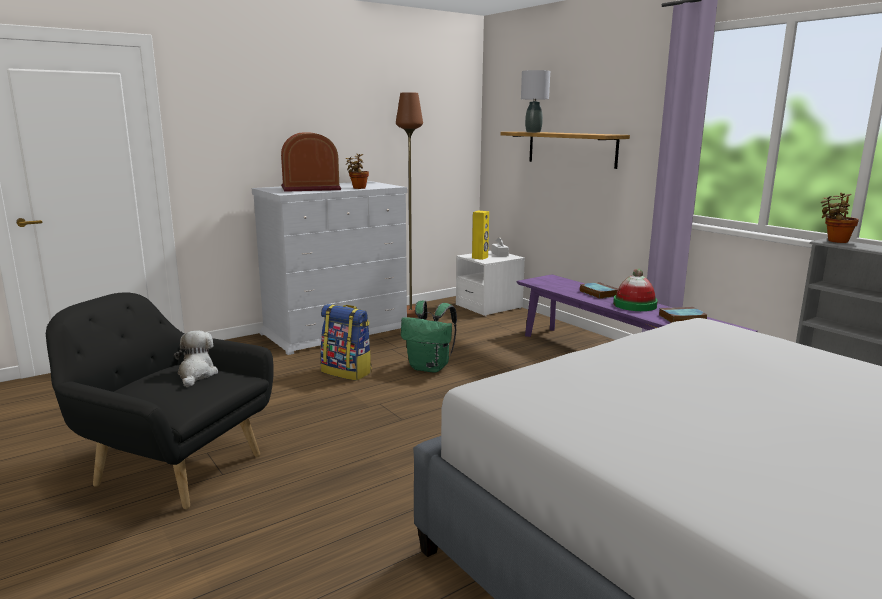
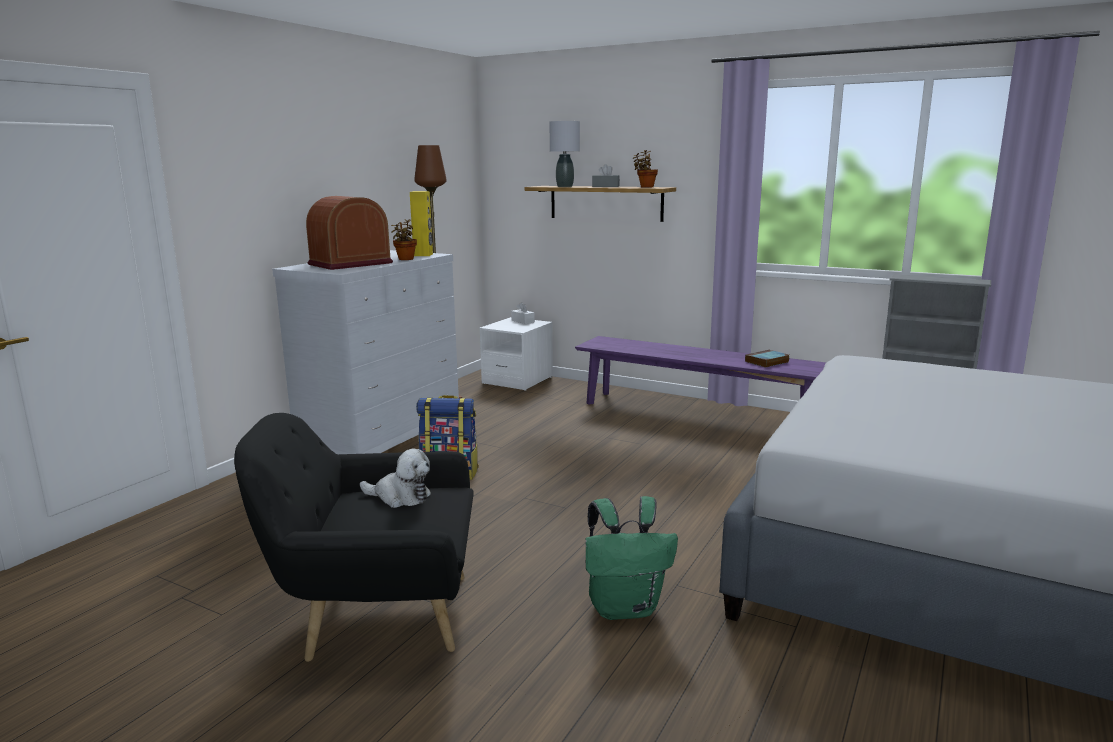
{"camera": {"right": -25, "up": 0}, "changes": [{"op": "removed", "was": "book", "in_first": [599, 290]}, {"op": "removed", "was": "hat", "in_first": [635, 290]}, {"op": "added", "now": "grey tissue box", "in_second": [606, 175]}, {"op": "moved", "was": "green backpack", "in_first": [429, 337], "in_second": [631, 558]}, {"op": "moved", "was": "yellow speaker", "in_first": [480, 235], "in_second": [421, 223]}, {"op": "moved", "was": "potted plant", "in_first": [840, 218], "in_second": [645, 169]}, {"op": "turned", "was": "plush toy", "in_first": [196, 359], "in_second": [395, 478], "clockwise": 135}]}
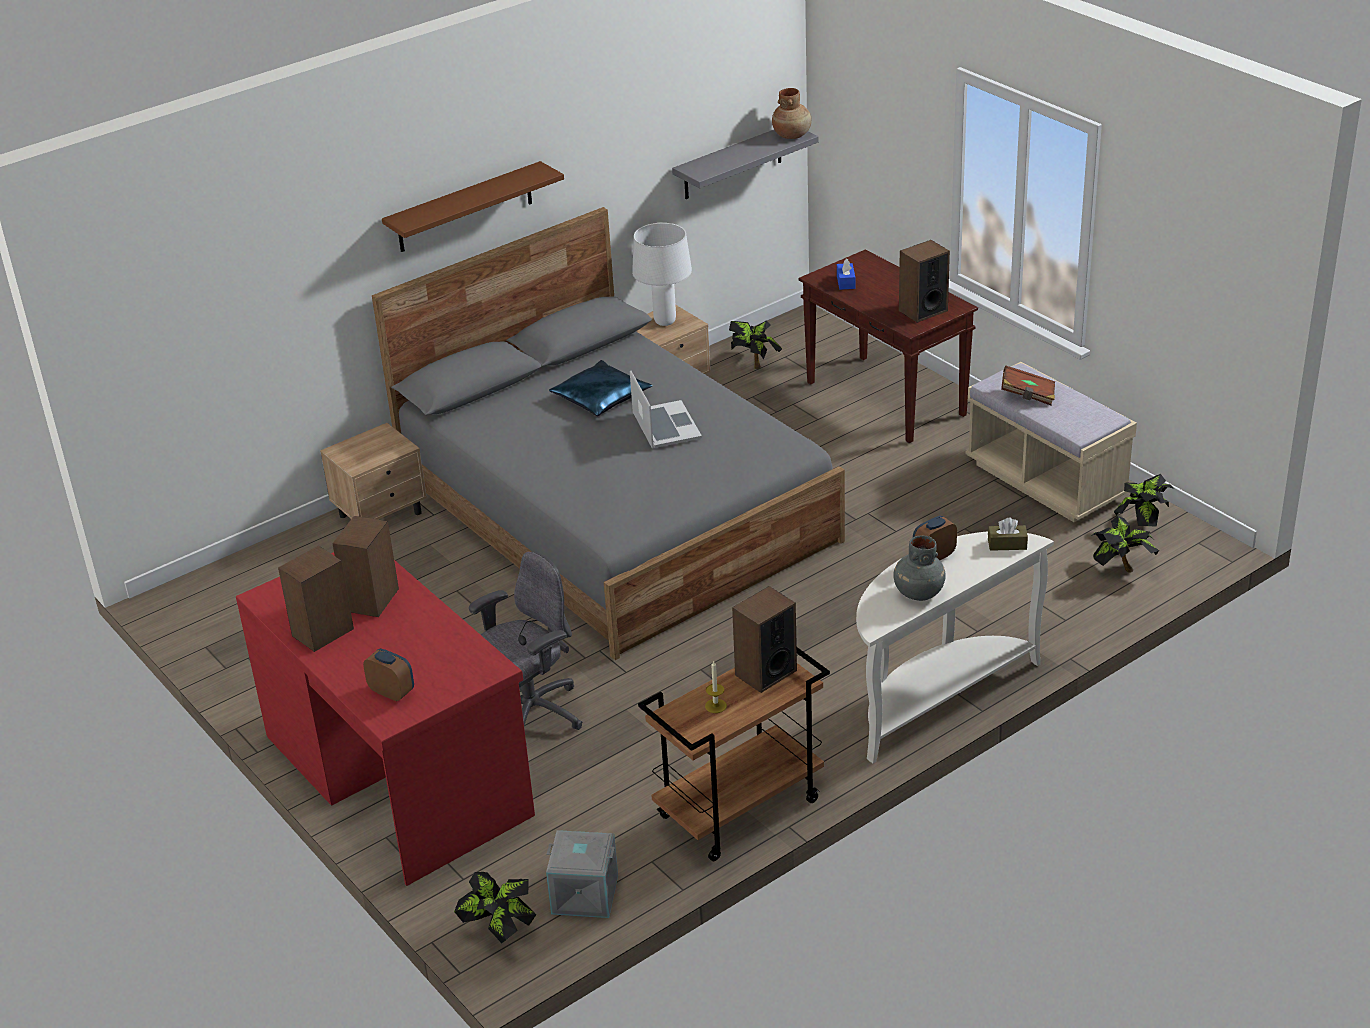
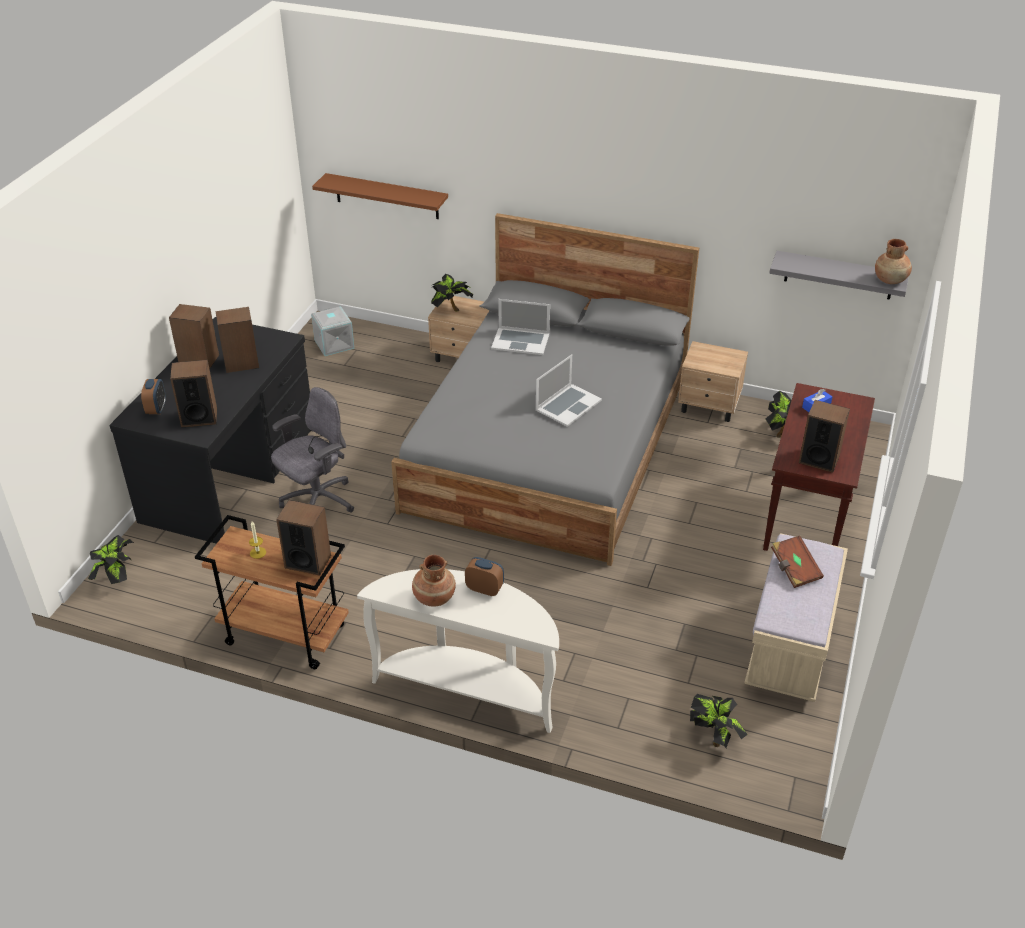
{"camera": {"right": 55, "up": 5}, "changes": [{"op": "removed", "was": "blue pillow", "in_first": [600, 388]}, {"op": "removed", "was": "white table lamp", "in_first": [662, 274]}, {"op": "removed", "was": "brown tissue box", "in_first": [1008, 534]}, {"op": "added", "now": "speaker", "in_second": [193, 394]}, {"op": "added", "now": "laptop", "in_second": [520, 327]}, {"op": "moved", "was": "brown shelf", "in_first": [473, 206], "in_second": [380, 196]}, {"op": "moved", "was": "grey storage box", "in_first": [582, 874], "in_second": [332, 331]}, {"op": "moved", "was": "potted plant", "in_first": [1144, 500], "in_second": [452, 293]}, {"op": "recoloured", "was": "red desk", "now": "black desk", "in_first": [385, 719], "in_second": [210, 430]}, {"op": "recoloured", "was": "grey vase", "now": "brown vase", "in_first": [919, 568], "in_second": [434, 581]}, {"op": "turned", "was": "grey office chair", "in_first": [526, 648], "in_second": [312, 450], "clockwise": -60}]}
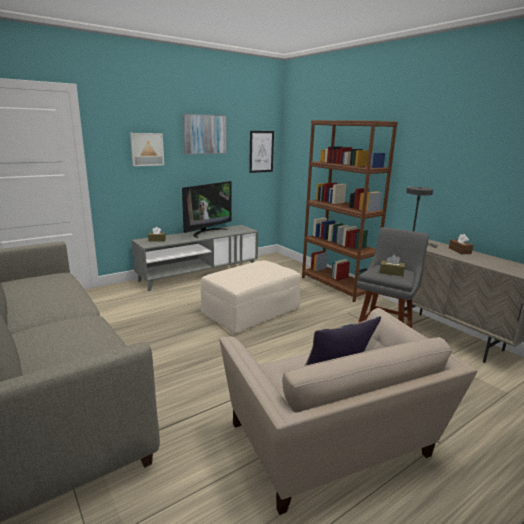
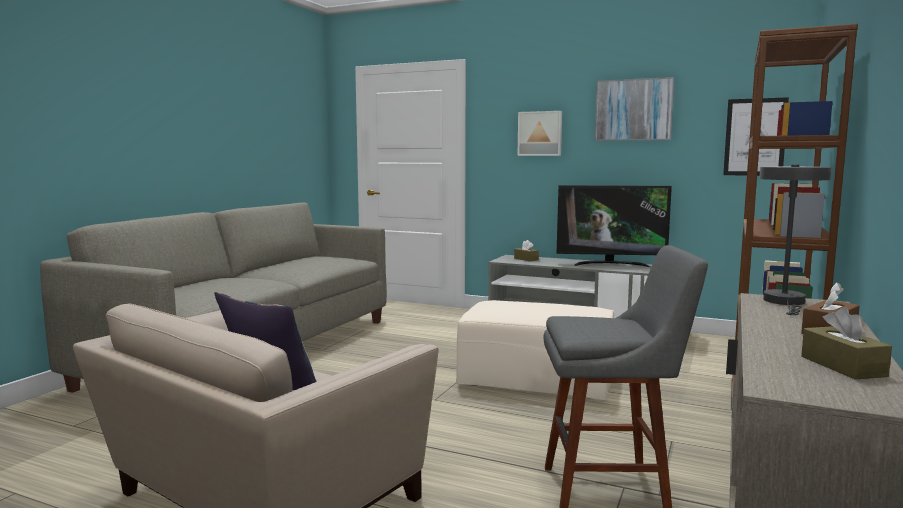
{"camera": {"right": 60, "up": -10}, "changes": [{"op": "moved", "was": "brown tissue box", "in_first": [392, 265], "in_second": [846, 343]}]}
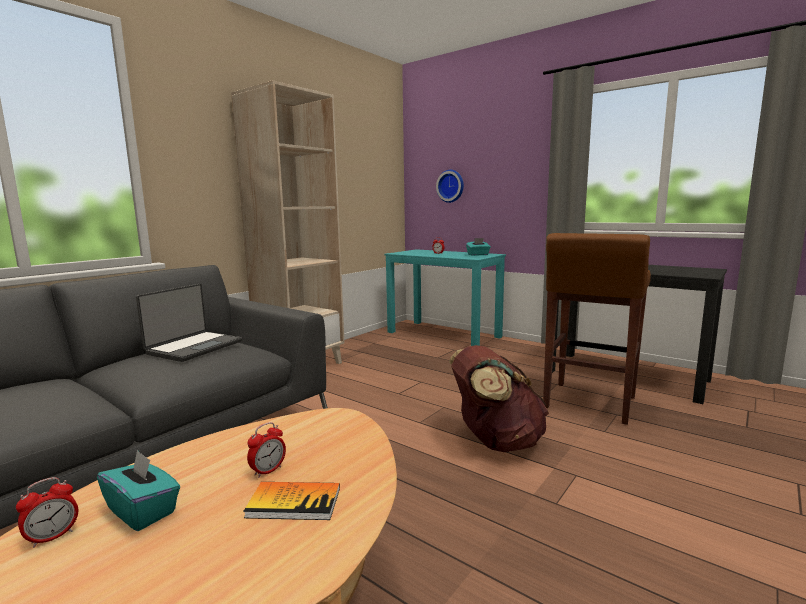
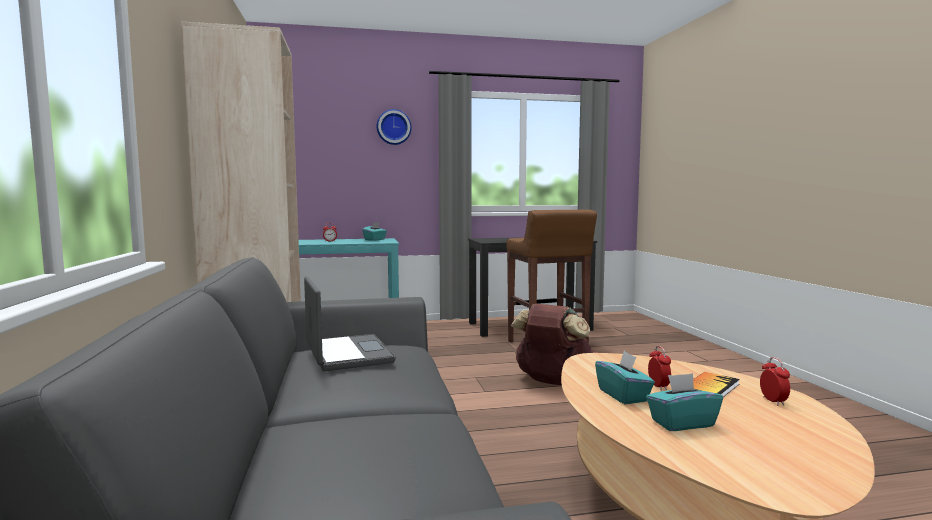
{"camera": {"right": -50, "up": -5}, "changes": [{"op": "added", "now": "turquoise tissue box", "in_second": [625, 377]}, {"op": "moved", "was": "alarm clock", "in_first": [47, 512], "in_second": [775, 381]}, {"op": "moved", "was": "wall clock", "in_first": [450, 186], "in_second": [394, 127]}]}
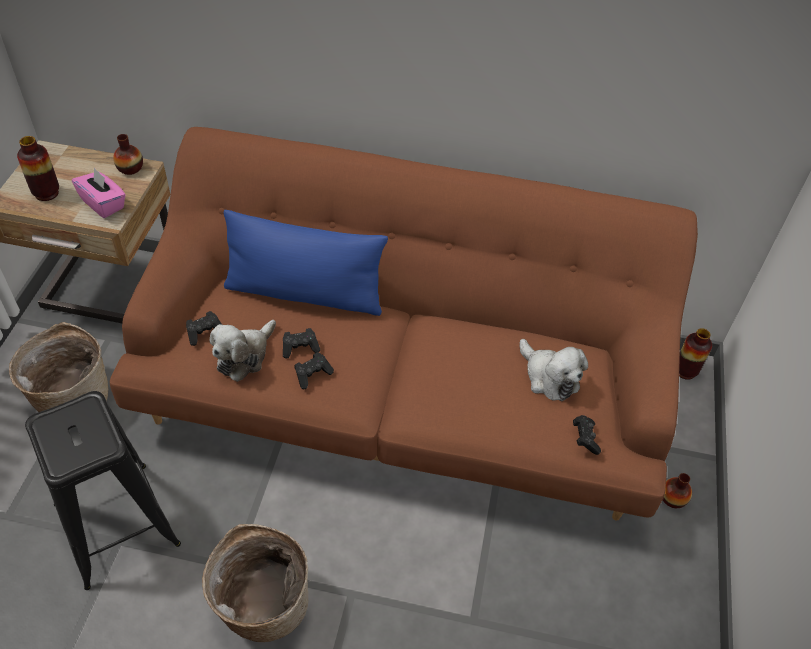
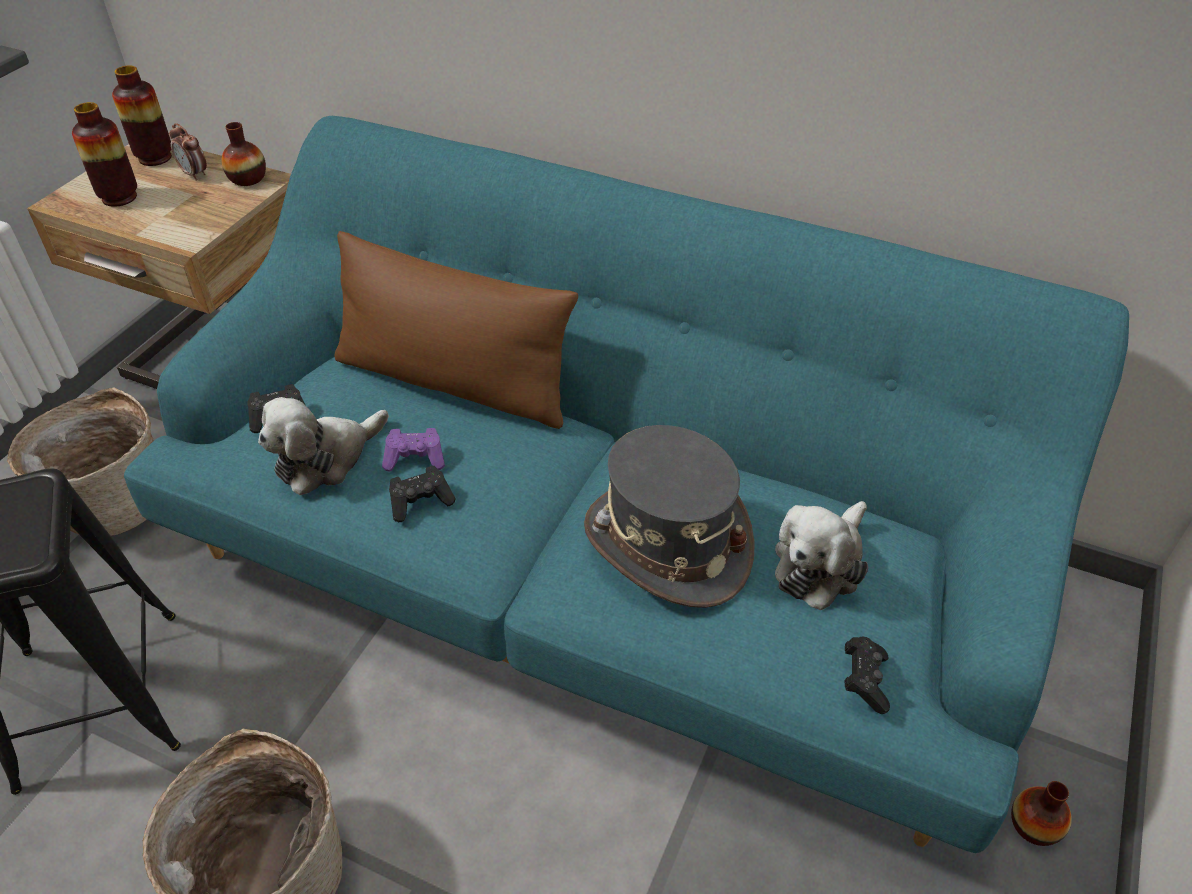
{"camera": {"right": 15, "up": -5}, "changes": [{"op": "removed", "was": "pink tissue box", "in_first": [99, 193]}, {"op": "added", "now": "alarm clock", "in_second": [188, 152]}, {"op": "added", "now": "grey hat", "in_second": [669, 516]}, {"op": "moved", "was": "vase", "in_first": [695, 354], "in_second": [142, 115]}, {"op": "recoloured", "was": "brown sofa", "now": "turquoise sofa", "in_first": [404, 324], "in_second": [626, 484]}, {"op": "recoloured", "was": "blue pillow", "now": "brown pillow", "in_first": [305, 263], "in_second": [456, 330]}, {"op": "recoloured", "was": "black game controller", "now": "purple game controller", "in_first": [301, 343], "in_second": [413, 449]}, {"op": "turned", "was": "plush toy", "in_first": [554, 370], "in_second": [821, 555], "clockwise": 60}]}
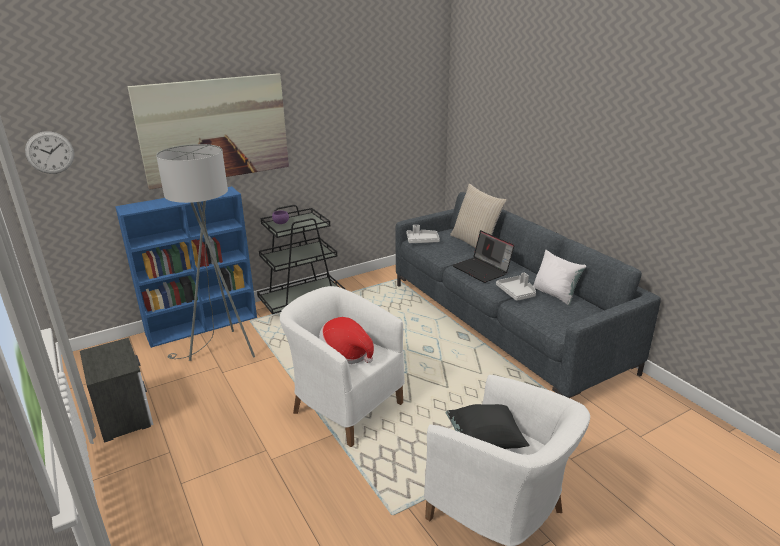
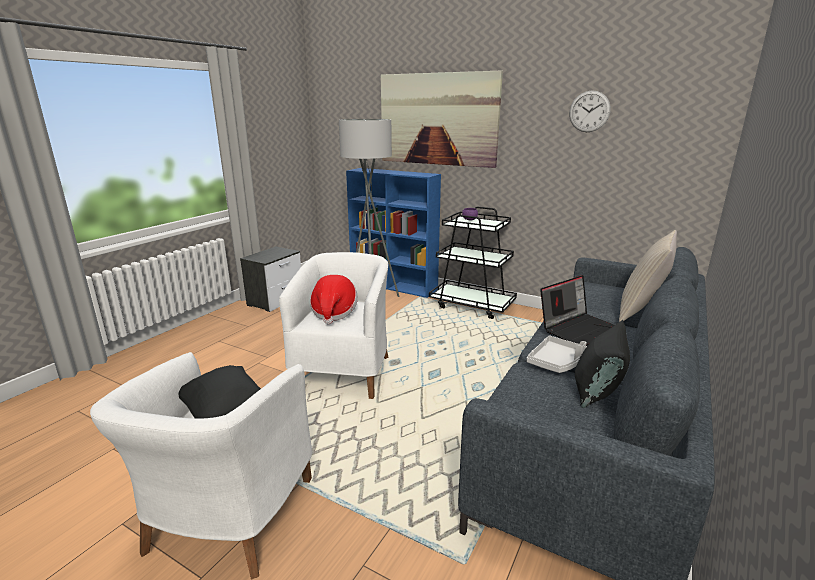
{"camera": {"right": 60, "up": -5}, "changes": [{"op": "removed", "was": "grey tray", "in_first": [423, 234]}, {"op": "moved", "was": "wall clock", "in_first": [49, 152], "in_second": [590, 111]}, {"op": "recoloured", "was": "white pillow", "now": "black pillow", "in_first": [559, 277], "in_second": [602, 364]}, {"op": "turned", "was": "laptop", "in_first": [483, 256], "in_second": [577, 310], "clockwise": -150}]}
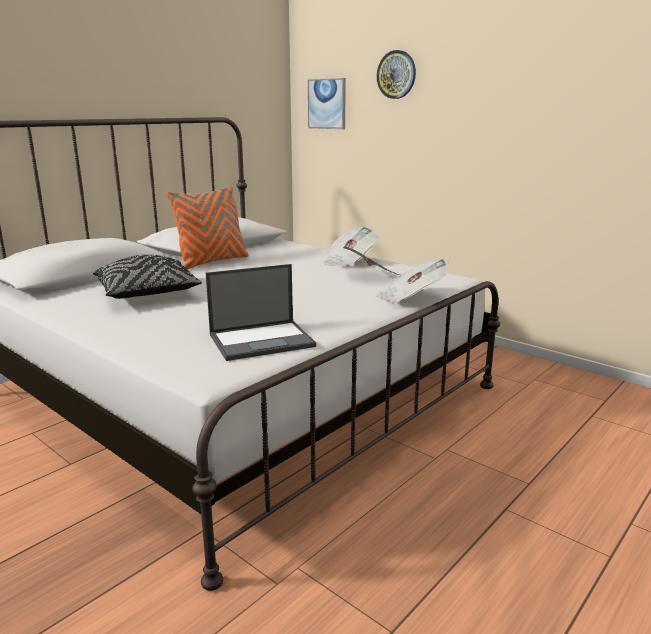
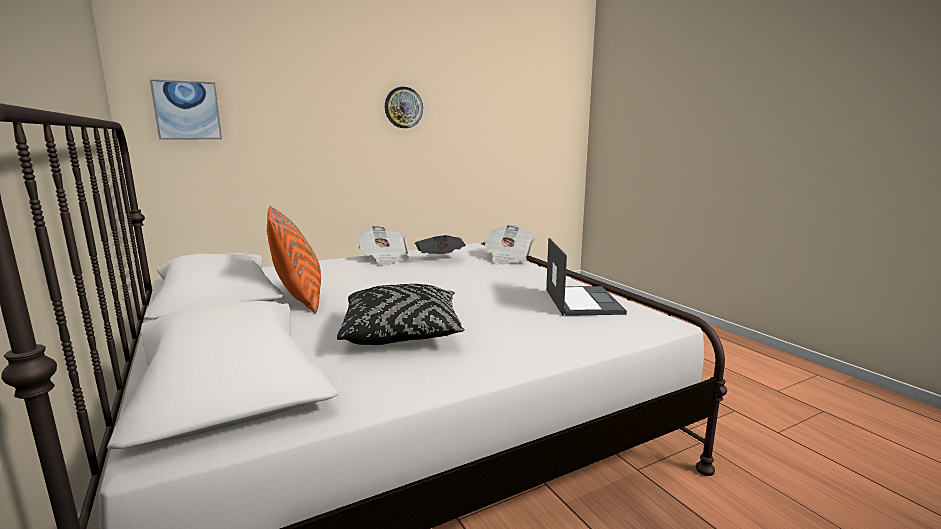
{"camera": {"right": -70, "up": -5}, "changes": [{"op": "moved", "was": "wall clock", "in_first": [396, 74], "in_second": [404, 107]}]}
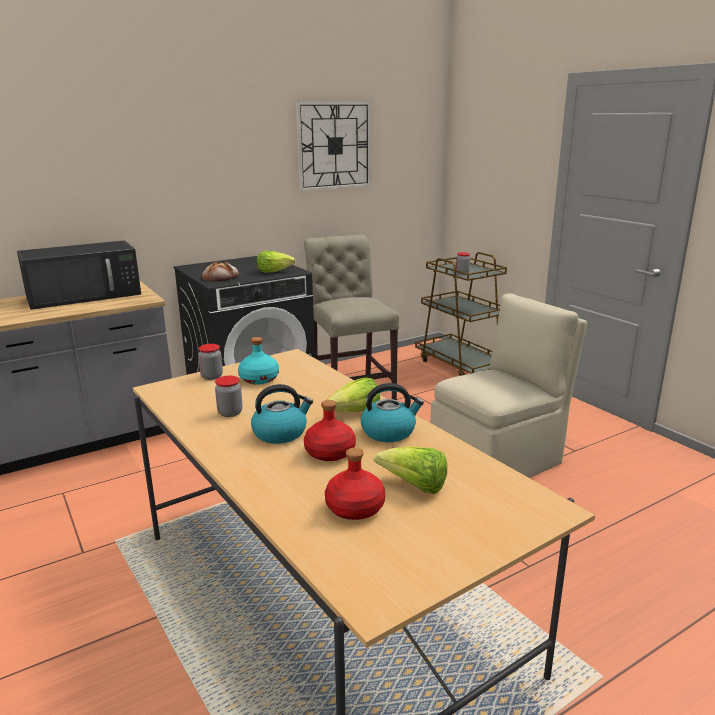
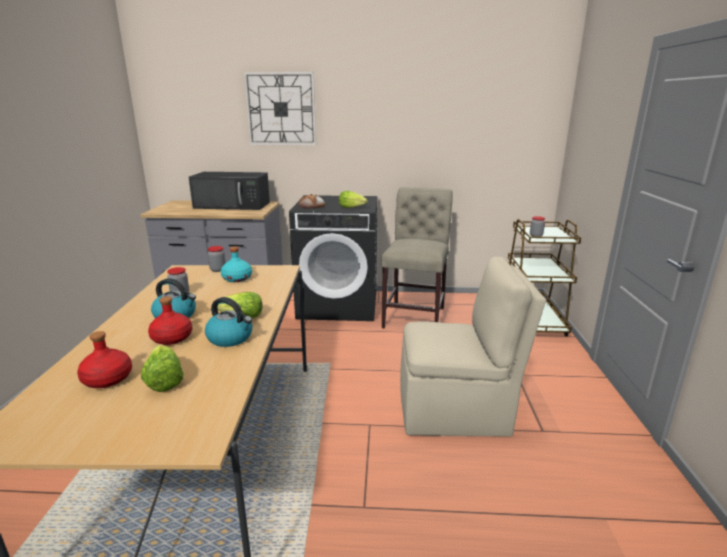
{"camera": {"right": 35, "up": 0}, "changes": [{"op": "moved", "was": "wall clock", "in_first": [333, 146], "in_second": [280, 108]}]}
